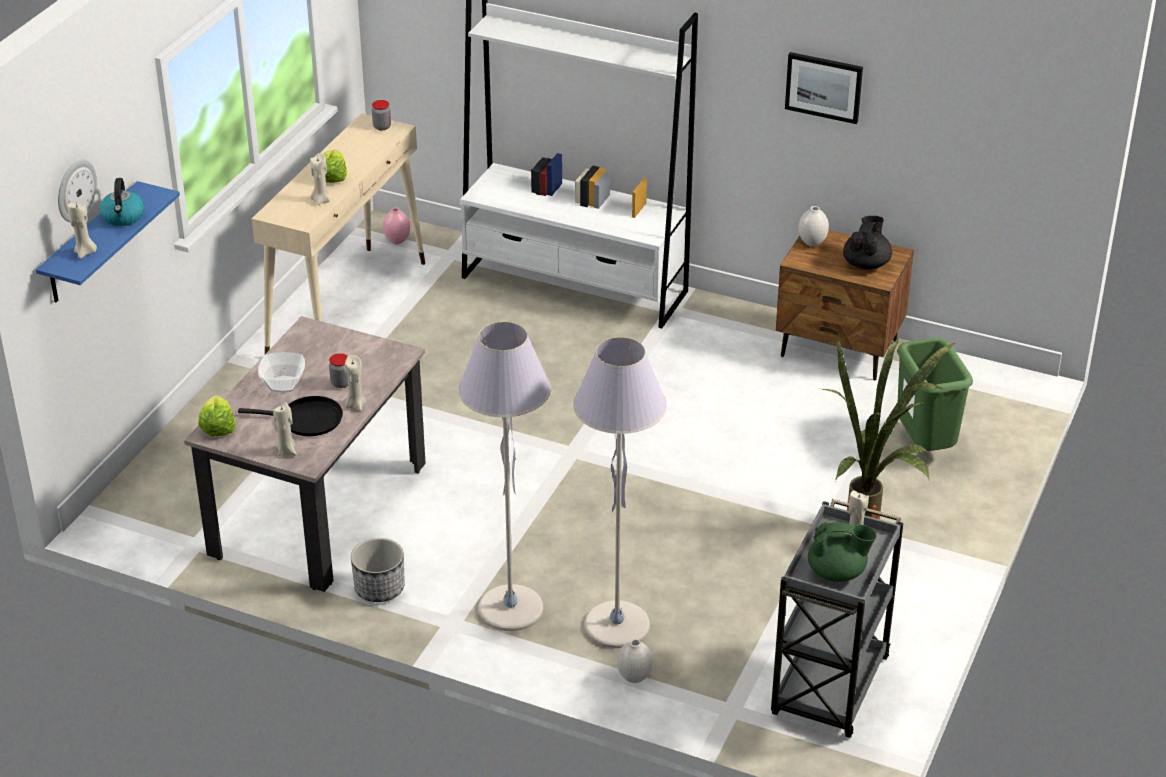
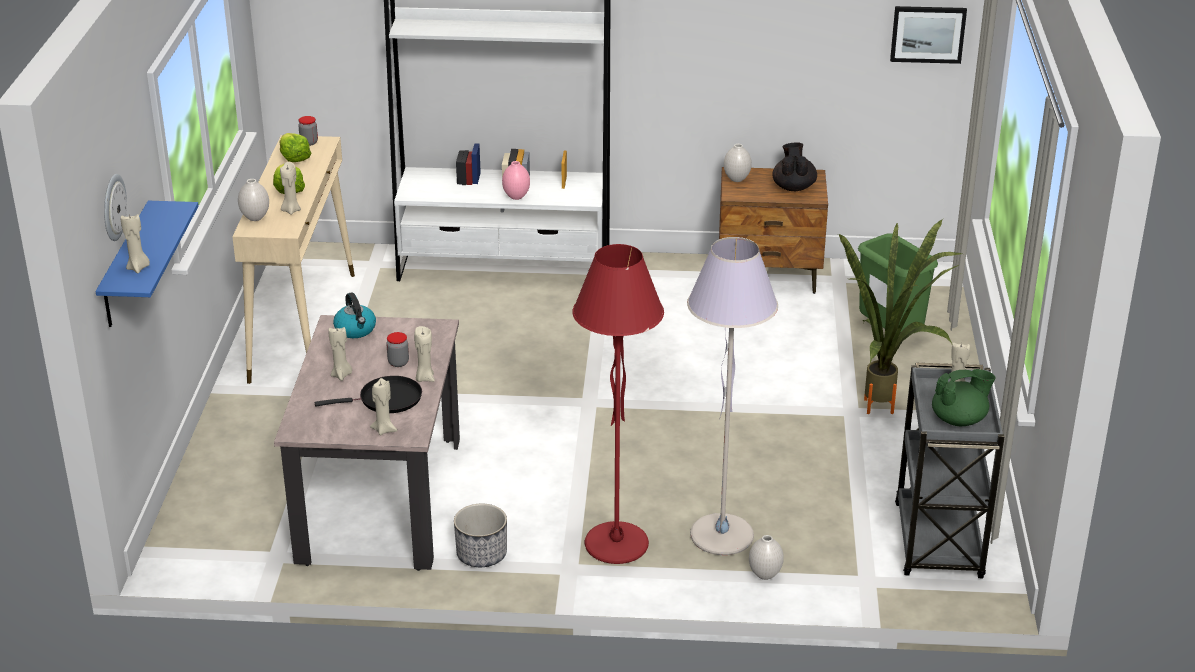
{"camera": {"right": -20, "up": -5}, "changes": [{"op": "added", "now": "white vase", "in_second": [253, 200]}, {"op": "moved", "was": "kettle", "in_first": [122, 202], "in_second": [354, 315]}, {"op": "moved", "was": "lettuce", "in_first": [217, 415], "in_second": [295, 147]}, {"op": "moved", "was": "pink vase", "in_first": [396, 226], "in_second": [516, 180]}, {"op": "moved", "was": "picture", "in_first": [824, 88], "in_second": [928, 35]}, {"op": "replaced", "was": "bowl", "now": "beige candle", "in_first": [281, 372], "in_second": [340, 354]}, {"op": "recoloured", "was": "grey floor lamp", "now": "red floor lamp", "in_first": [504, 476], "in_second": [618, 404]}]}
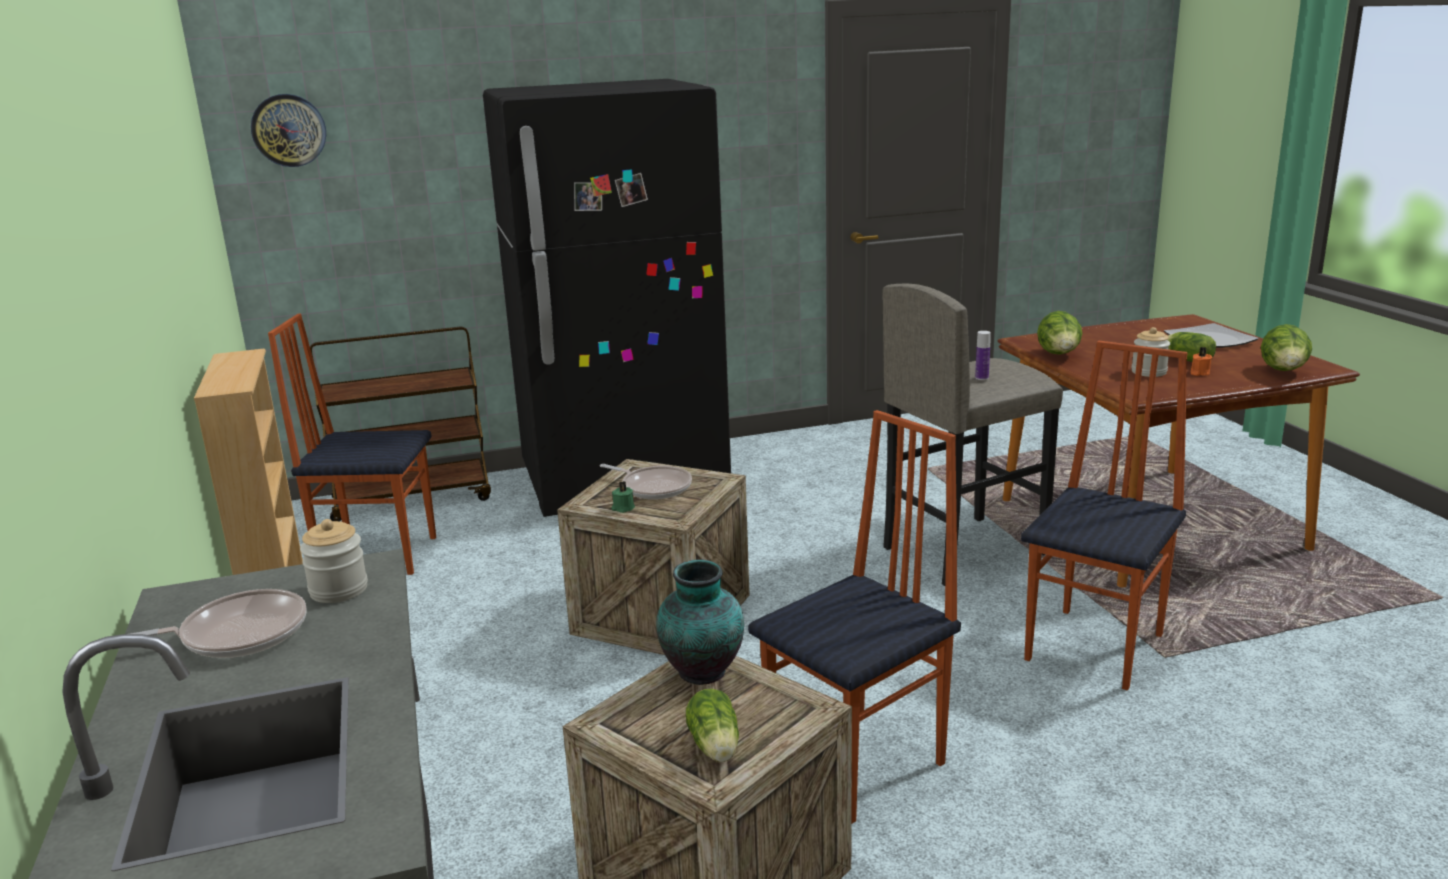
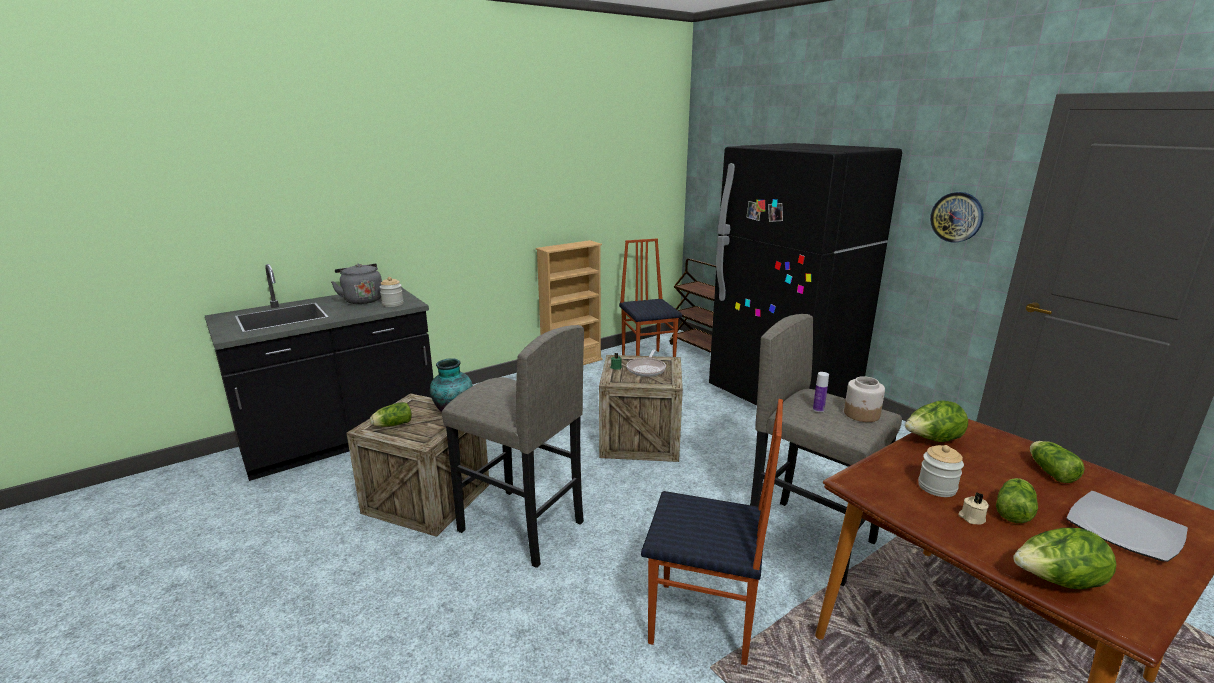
{"camera": {"right": 70, "up": 0}, "changes": [{"op": "added", "now": "jar", "in_second": [864, 399]}, {"op": "added", "now": "lettuce", "in_second": [1057, 462]}, {"op": "moved", "was": "wall clock", "in_first": [288, 130], "in_second": [957, 217]}, {"op": "replaced", "was": "frying pan", "now": "grey kettle", "in_first": [219, 623], "in_second": [356, 284]}, {"op": "replaced", "was": "chair", "now": "grey stool", "in_first": [854, 617], "in_second": [513, 446]}, {"op": "recoloured", "was": "orange candle", "now": "beige candle", "in_first": [1202, 361], "in_second": [973, 508]}]}
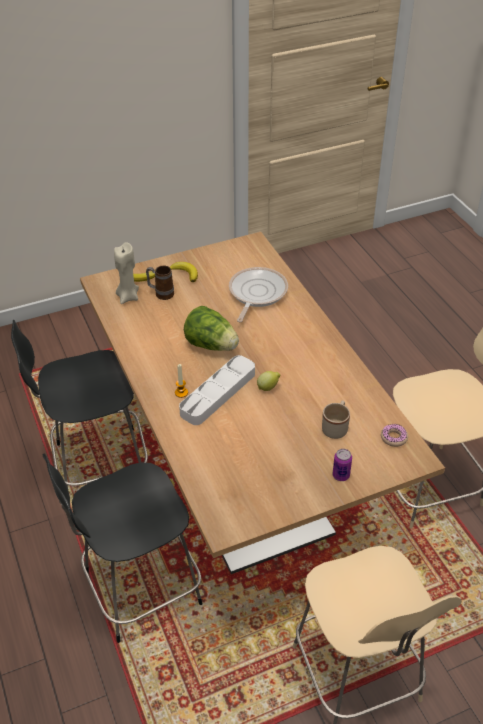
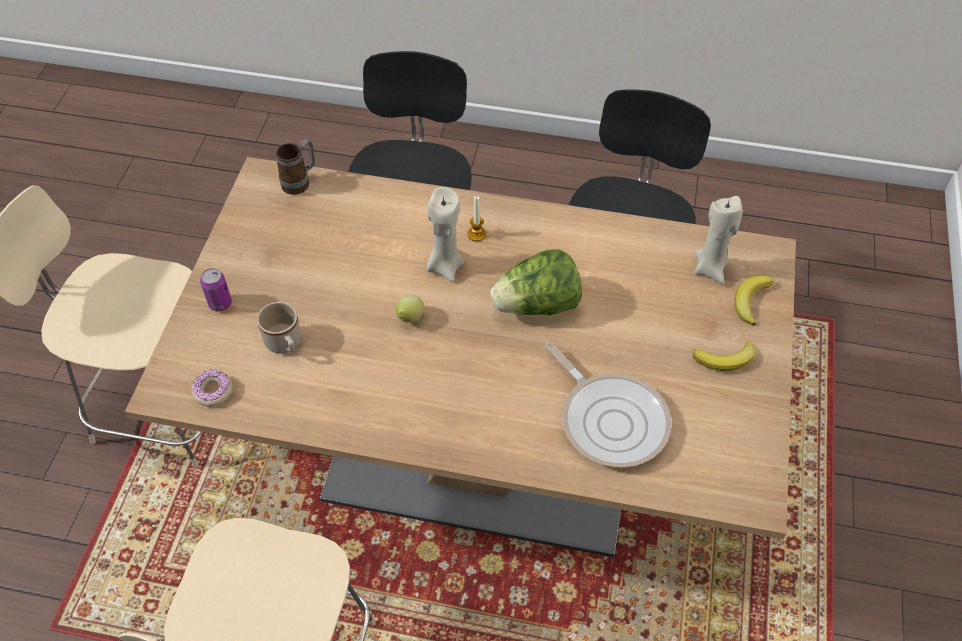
{"camera": {"right": 125, "up": 10}, "changes": [{"op": "moved", "was": "mug", "in_first": [160, 283], "in_second": [295, 167]}, {"op": "replaced", "was": "white tray", "now": "beige candle", "in_first": [217, 390], "in_second": [445, 234]}]}
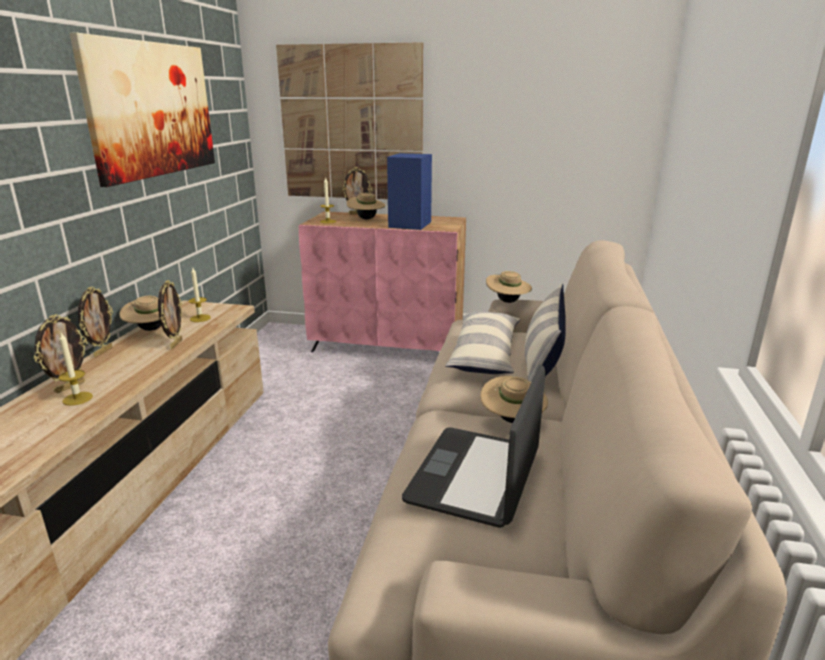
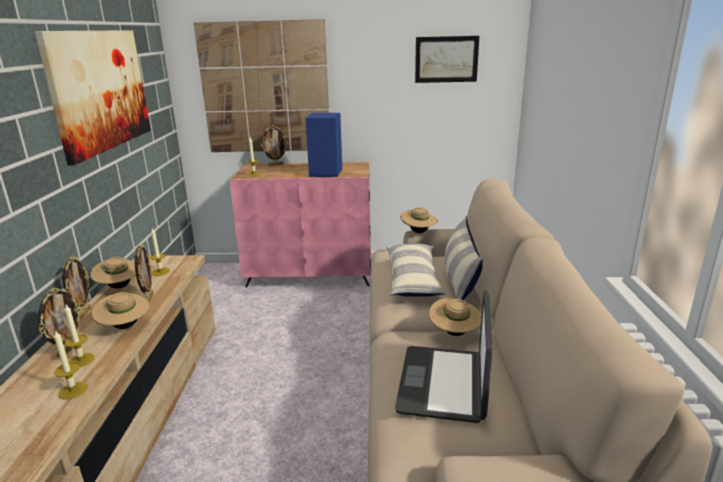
{"camera": {"right": -10, "up": 0}, "changes": [{"op": "added", "now": "candle", "in_second": [71, 364]}, {"op": "added", "now": "picture", "in_second": [447, 59]}, {"op": "moved", "was": "beige hat", "in_first": [365, 206], "in_second": [121, 310]}]}
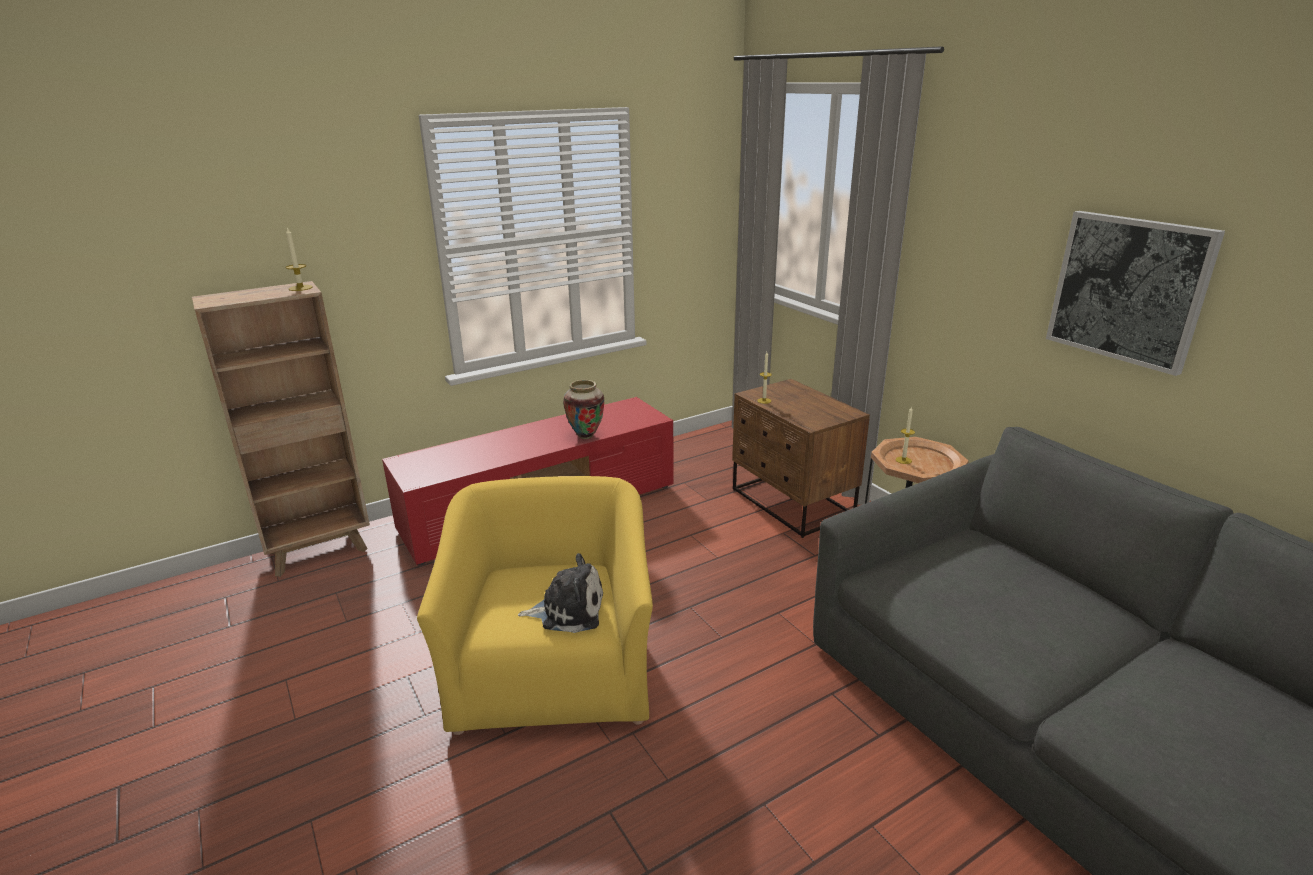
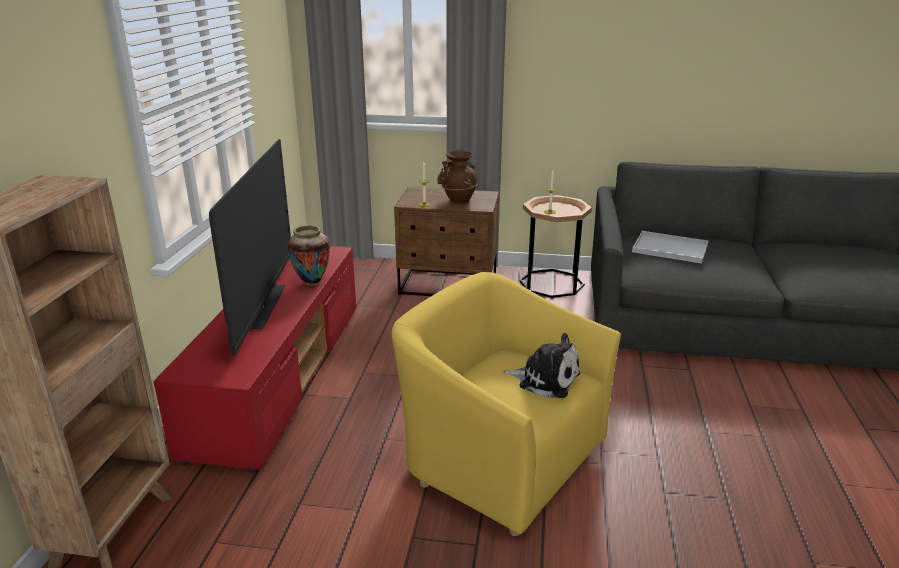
{"camera": {"right": -50, "up": 0}, "changes": [{"op": "removed", "was": "candle", "in_first": [299, 259]}, {"op": "removed", "was": "picture", "in_first": [1135, 293]}, {"op": "added", "now": "television", "in_second": [250, 247]}, {"op": "added", "now": "brown vase", "in_second": [457, 177]}, {"op": "added", "now": "white tray", "in_second": [670, 247]}, {"op": "turned", "was": "plush toy", "in_first": [560, 593], "in_second": [541, 365], "clockwise": 75}]}
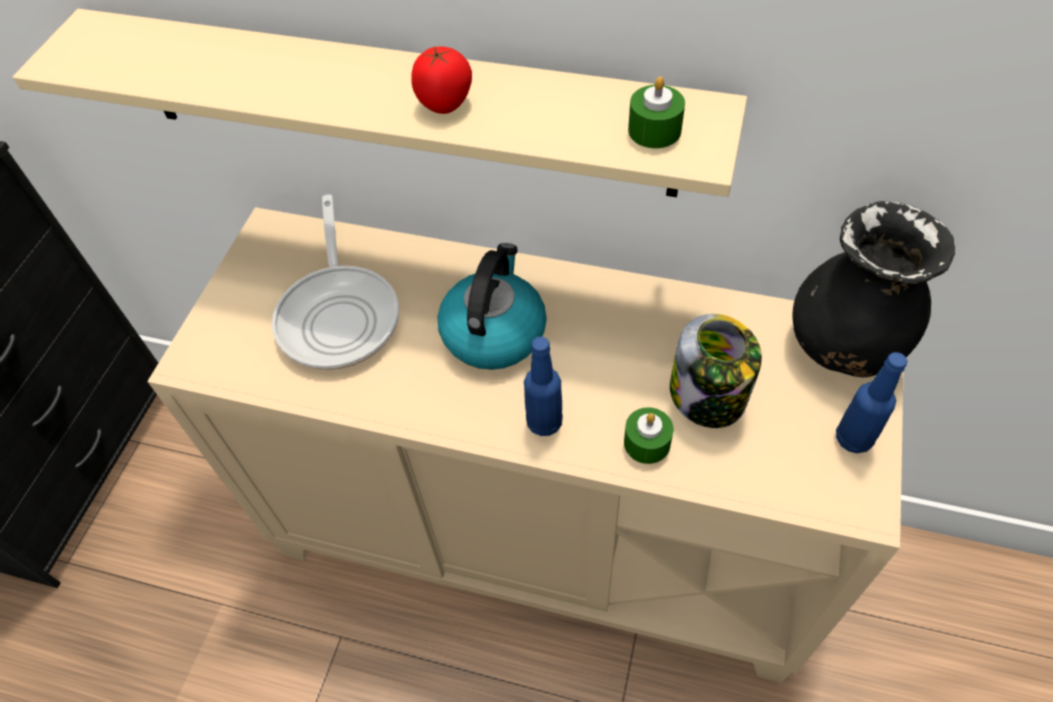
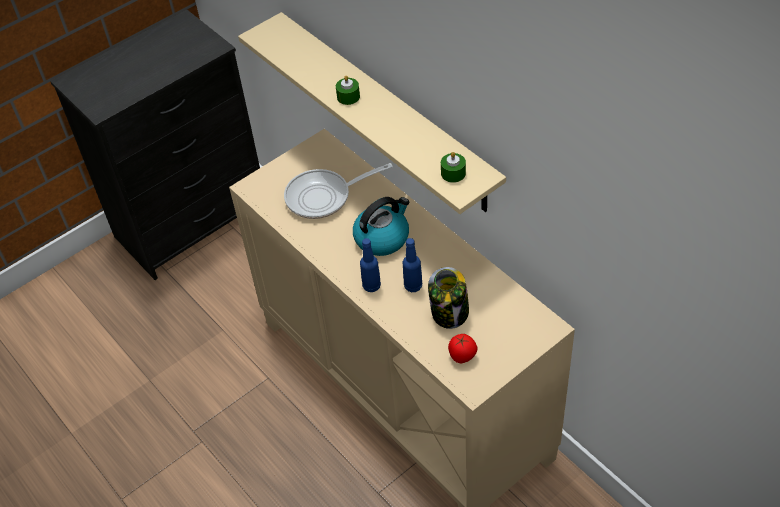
{"camera": {"right": 35, "up": -5}, "changes": [{"op": "removed", "was": "black vase", "in_first": [873, 289]}, {"op": "moved", "was": "tomato", "in_first": [441, 80], "in_second": [462, 348]}, {"op": "moved", "was": "green candle", "in_first": [648, 435], "in_second": [348, 90]}, {"op": "moved", "was": "blue bottle", "in_first": [871, 402], "in_second": [412, 265]}, {"op": "turned", "was": "frying pan", "in_first": [335, 282], "in_second": [338, 191], "clockwise": 45}]}
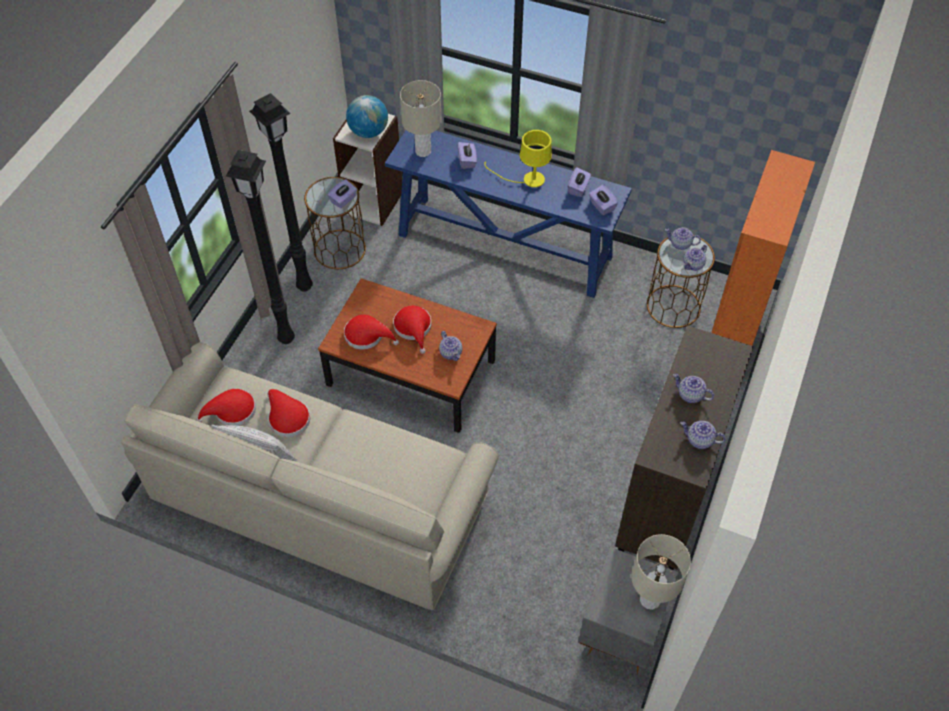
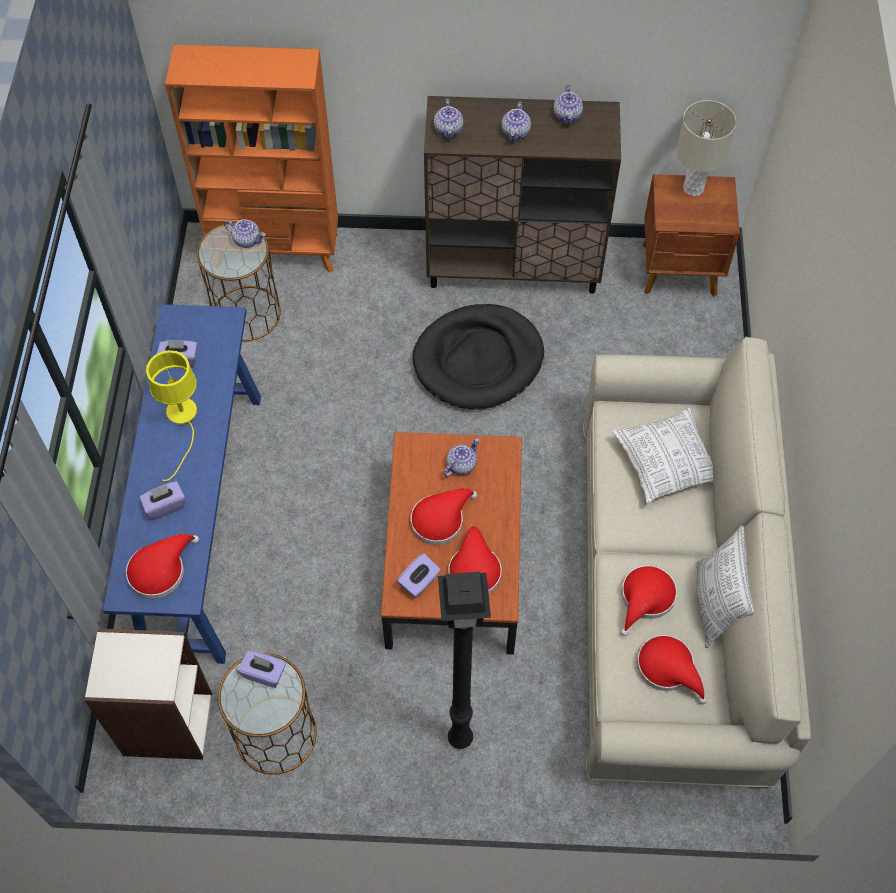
{"camera": {"right": -110, "up": 5}, "changes": [{"op": "removed", "was": "black floor lamp", "in_first": [281, 192]}, {"op": "removed", "was": "globe", "in_first": [367, 116]}, {"op": "added", "now": "black dog bed", "in_second": [478, 357]}, {"op": "added", "now": "pillow", "in_second": [662, 456]}, {"op": "moved", "was": "purple tissue box", "in_first": [603, 200], "in_second": [419, 575]}, {"op": "moved", "was": "teapot", "in_first": [683, 238], "in_second": [448, 119]}, {"op": "replaced", "was": "beige table lamp", "now": "red hat", "in_first": [421, 118], "in_second": [162, 566]}, {"op": "recoloured", "was": "grey nightstand", "now": "brown nightstand", "in_first": [628, 613], "in_second": [691, 235]}]}
